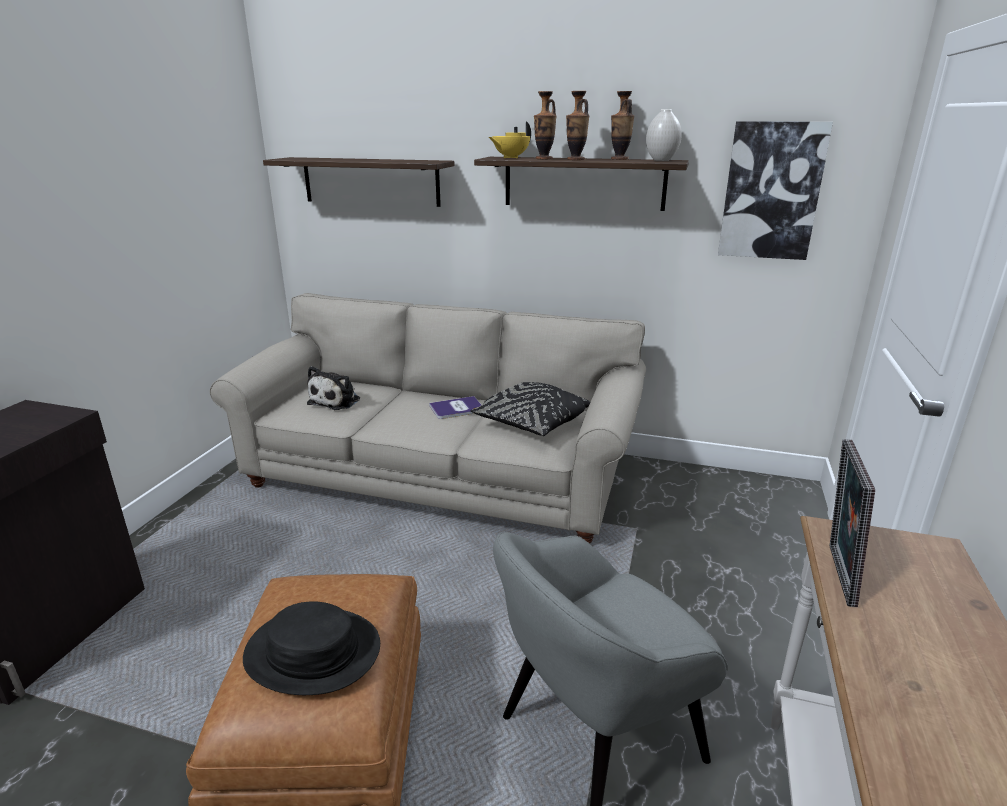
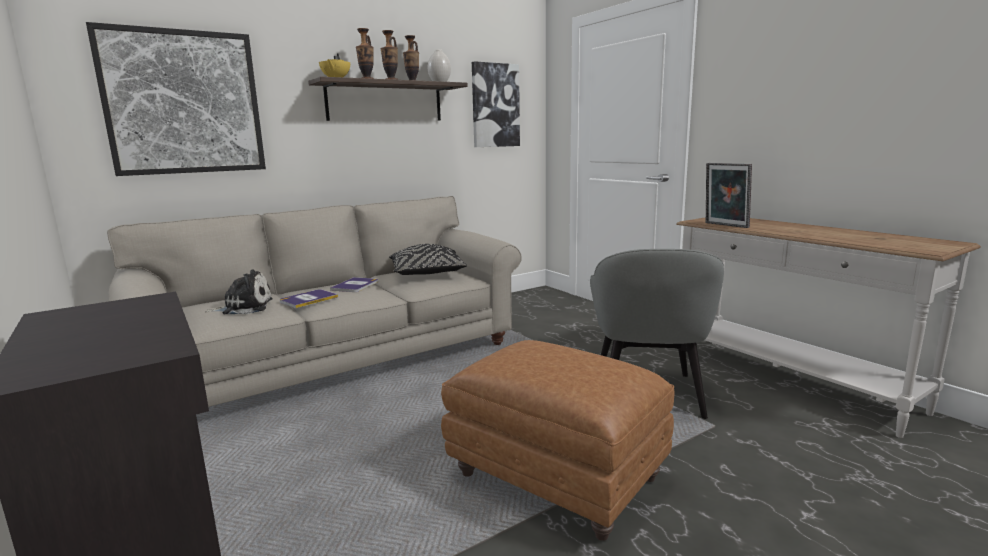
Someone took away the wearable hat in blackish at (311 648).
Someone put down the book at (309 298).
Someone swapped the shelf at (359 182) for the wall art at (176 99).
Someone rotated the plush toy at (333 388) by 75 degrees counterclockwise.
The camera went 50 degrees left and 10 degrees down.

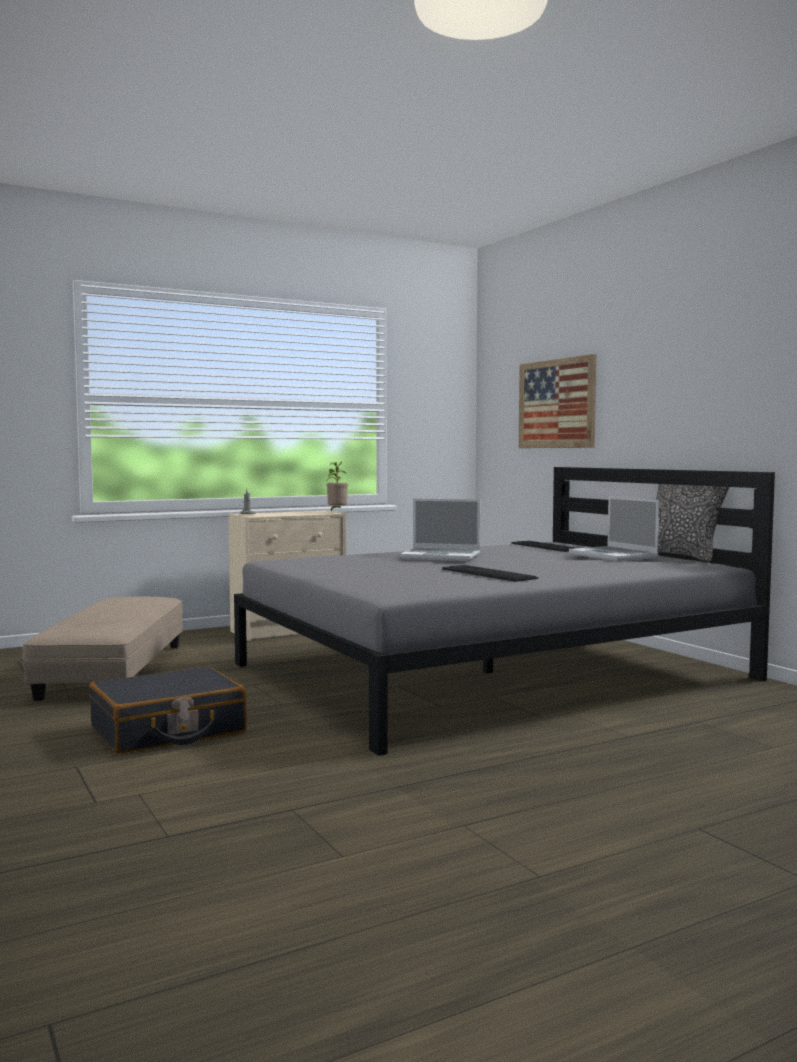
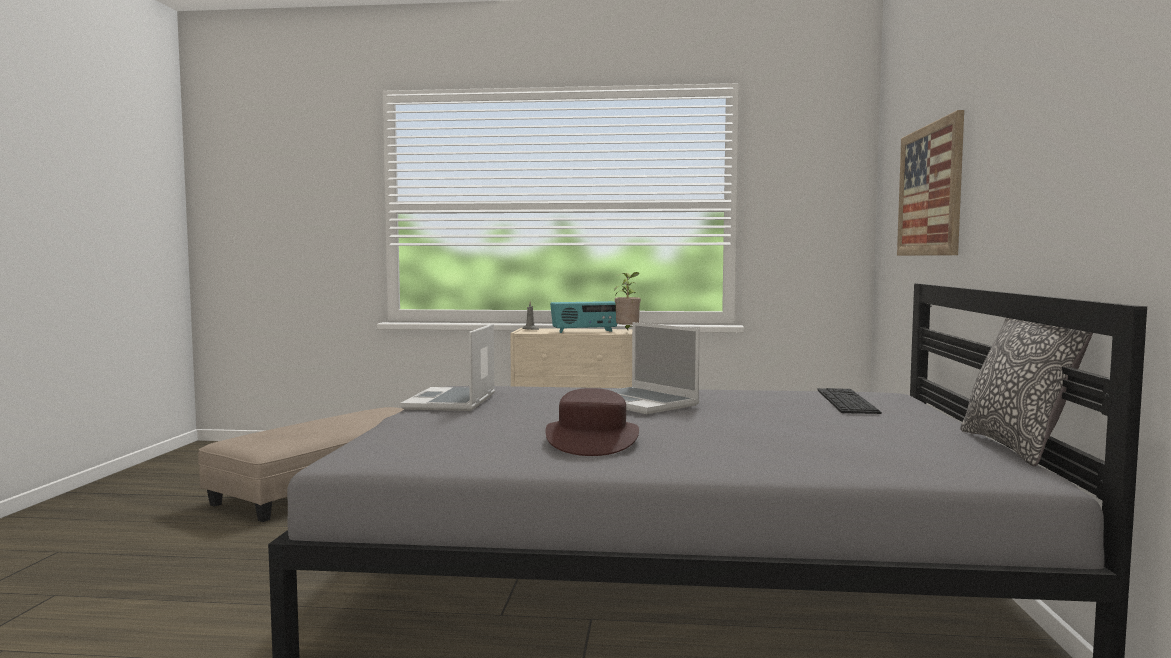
Someone took away the piece of luggage in blackish at (168 710).
Someone put down the radio set at (583 317).
Someone carried the laptop from (614 529) to (448 367).
Someone swapped the keyboard at (490 573) for the wearable hat in brown at (592 422).
The camera went 35 degrees right and 0 degrees up.

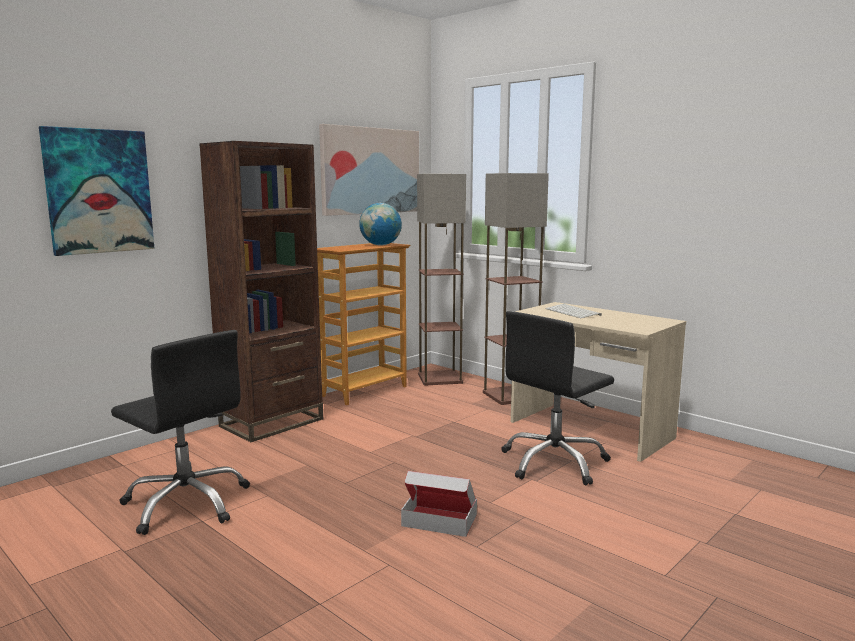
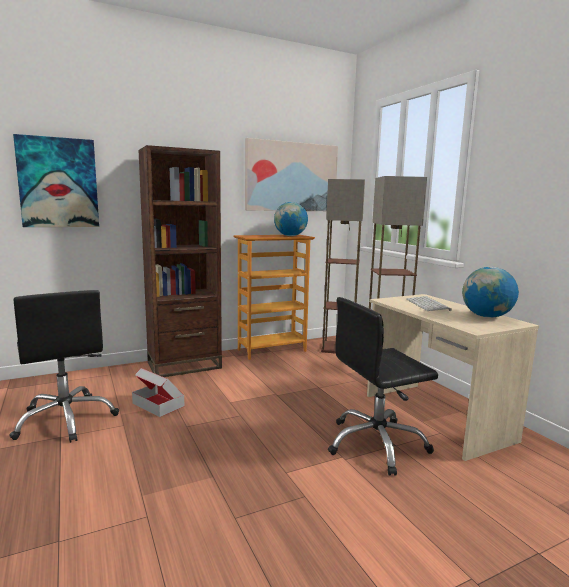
Someone put down the world globe at (490 292).
Someone carried the packing box from (439 504) to (158 392).
The camera went 20 degrees right and 0 degrees up.

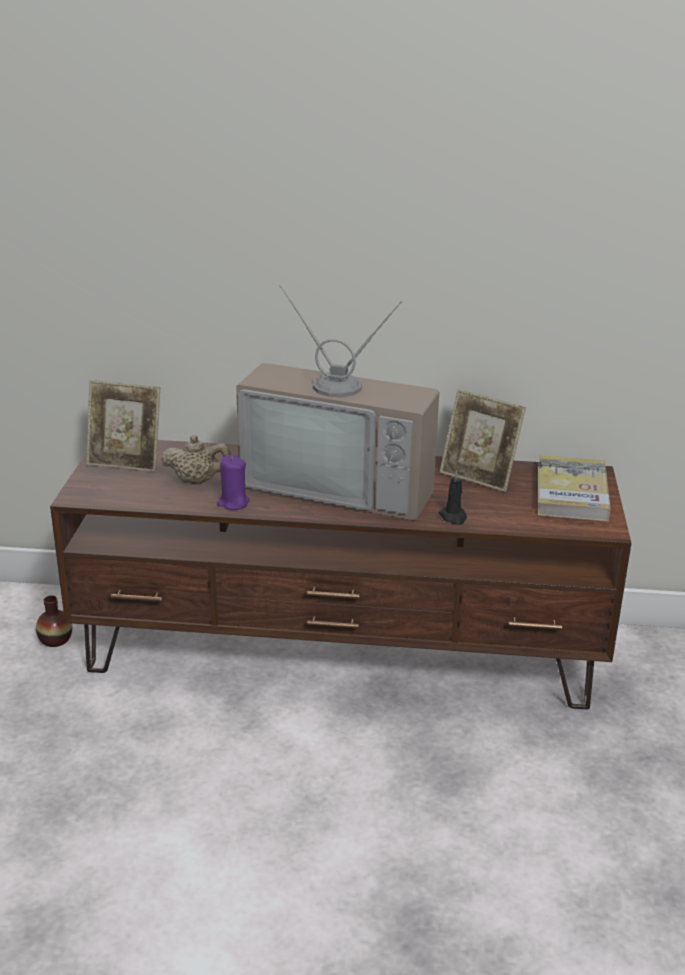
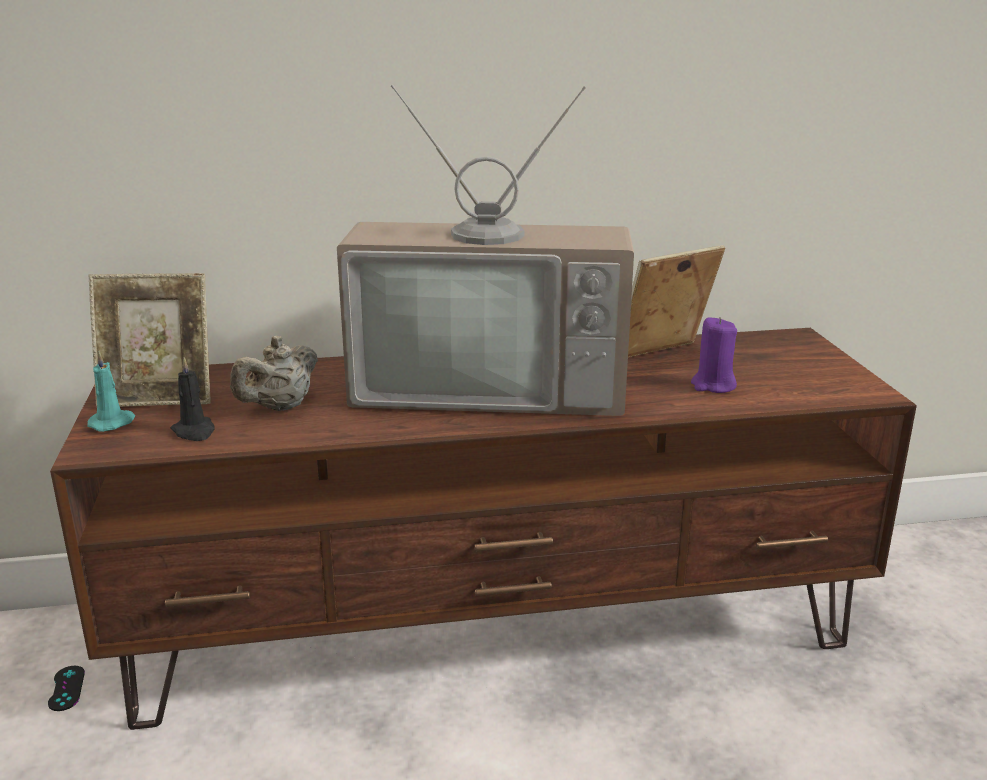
Someone took away the book at (574 488).
Someone put down the candle in turquoise at (111 391).
Someone carried the candle in purplish from (233 482) to (714 355).
Someone carried the candle in blackish from (452 497) to (192 399).
Someone swapped the decorative vase at (54 621) for the joypad in blackish at (66 688).
Someone rotated the pot for tea in sand-coloured at (196 459) by 135 degrees clockwise.
Someone rotated the standing frame at (483 440) by 135 degrees clockwise.
The camera went 15 degrees left and 5 degrees down.

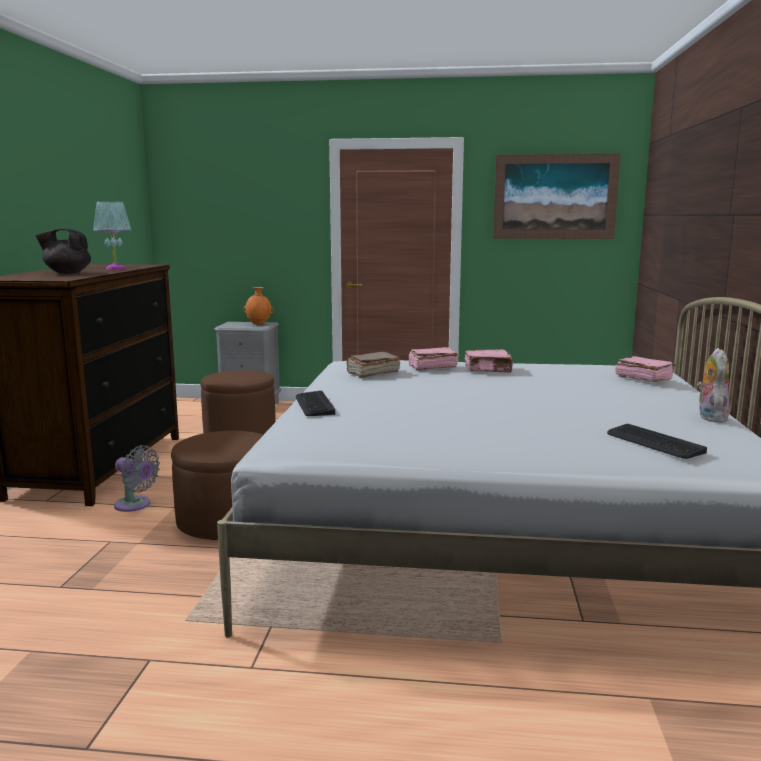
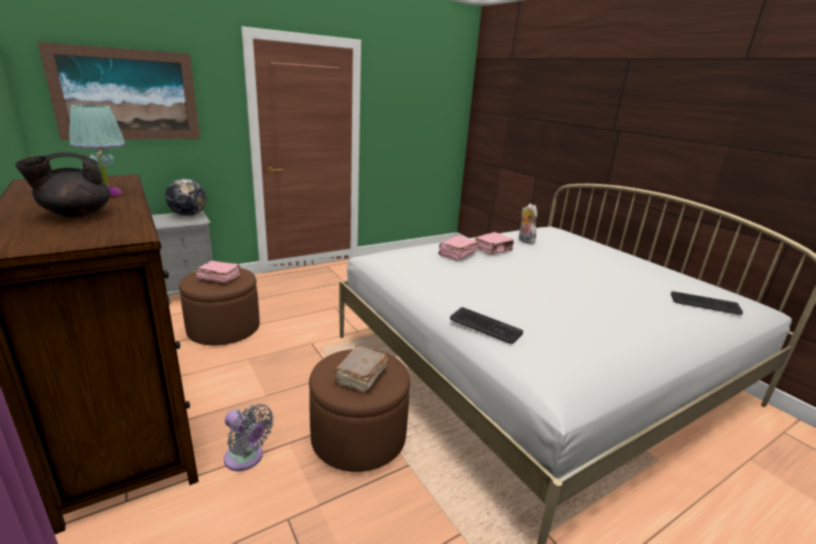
Someone carried the book in brown from (373 365) to (360 369).
Someone carried the wall art from (557 196) to (119 91).
Someone carried the book in pinkish from (645 369) to (218 272).
Someone carried the plush toy from (713 385) to (528 224).
Someone swapped the decorative vase in orangey at (258 306) for the world globe at (185 197).
Someone rotated the cooling fan in grey at (137 478) by 45 degrees clockwise.
The camera went 40 degrees left and 10 degrees up.

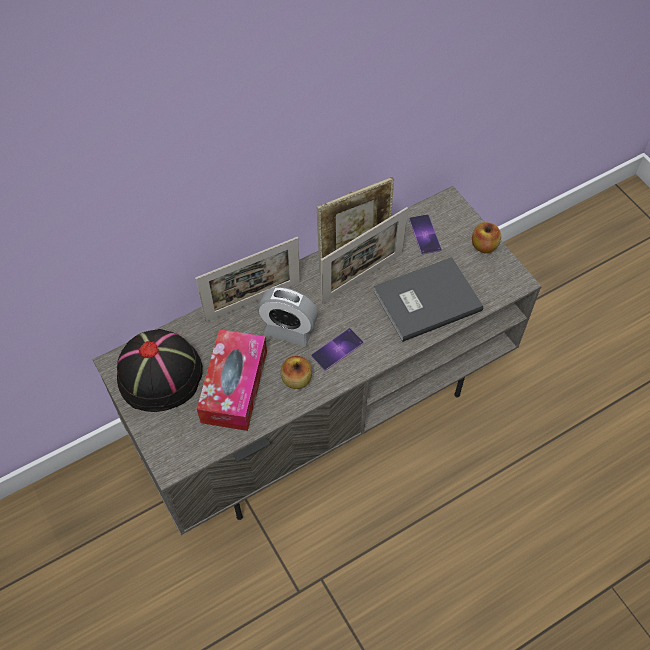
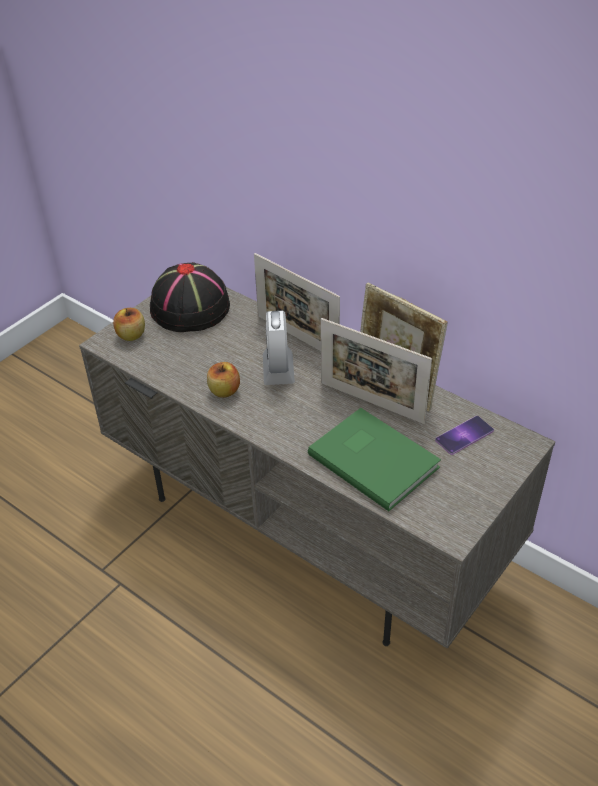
Someone took away the tissue box at (232 380).
Someone took away the telephone at (337 349).
Someone carried the apple fruit from (486 237) to (129 324).
Someone repainted the book in grey at (428 299), which became the book in green at (374 459).
The camera went 70 degrees right and 15 degrees down.

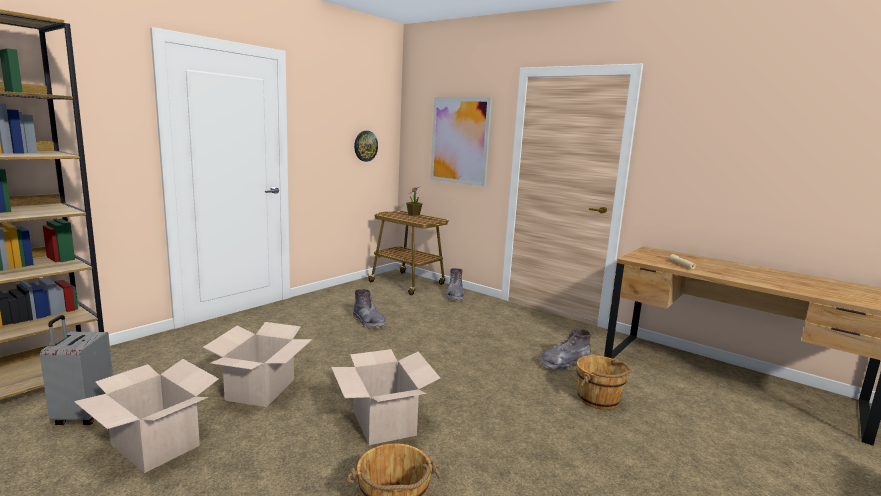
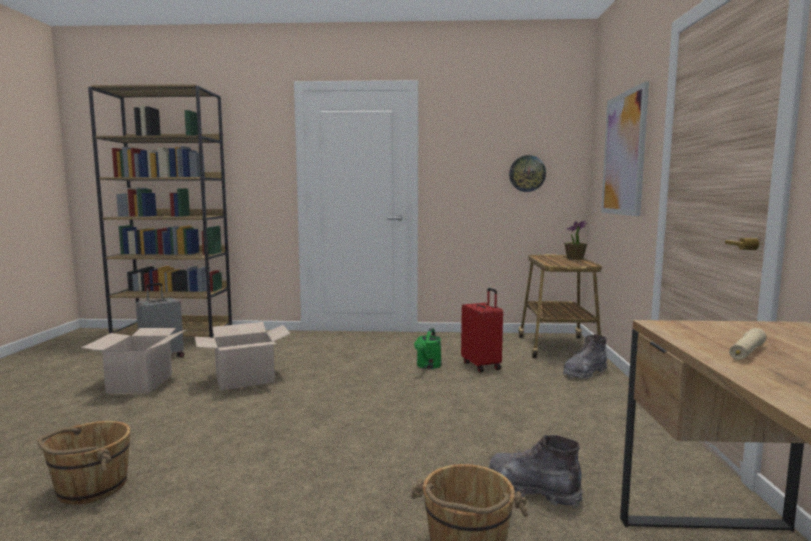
Someone took away the packing box at (385 397).
Someone put down the piece of luggage in red at (482 330).
Someone swapped the boot in grey at (369 309) for the sprinkling can in green at (428 348).
The camera went 55 degrees right and 5 degrees down.

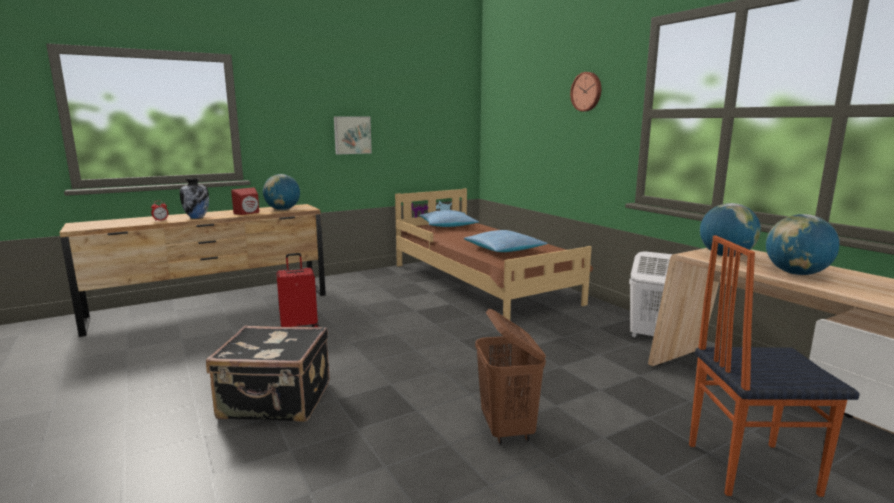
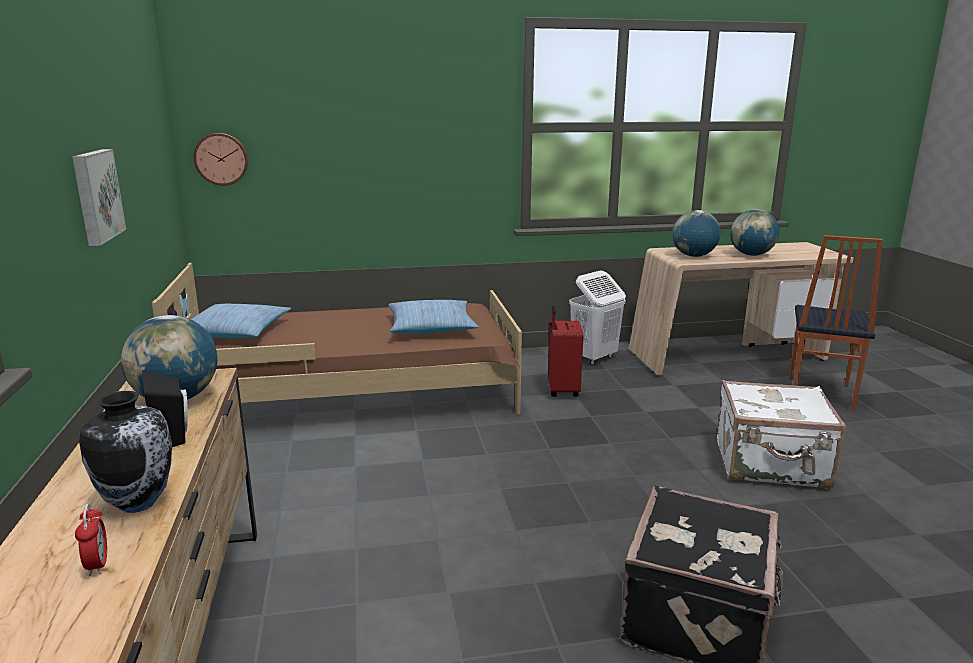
Someone carried the piece of luggage in red from (297 290) to (566 351).
Someone carried the clock on the wall from (585 92) to (221 159).
Someone swapped the hamper in brown at (510 376) for the piece of luggage in white-coloured at (781 434).
Someone repainted the audio speaker in red at (245 201), which became the audio speaker in blackish at (165 408).
The camera went 70 degrees left and 5 degrees up.

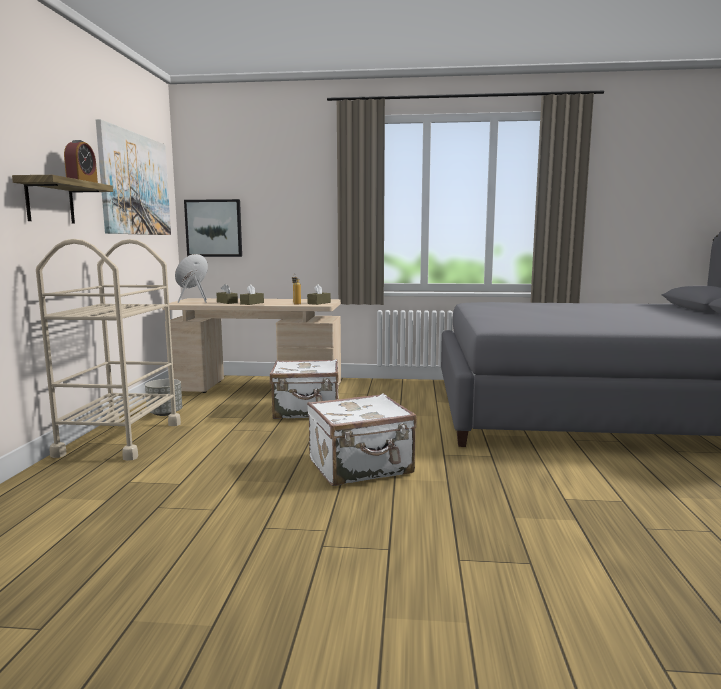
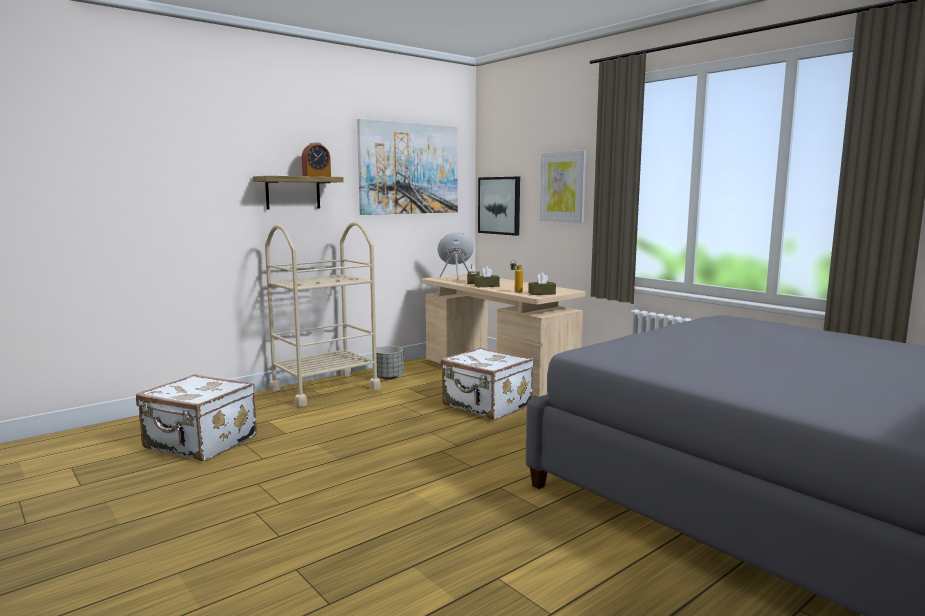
Someone put up the wall art at (563 186).
Someone carried the piece of luggage in white-coloured from (361 440) to (196 417).
The camera went 45 degrees right and 0 degrees up.

